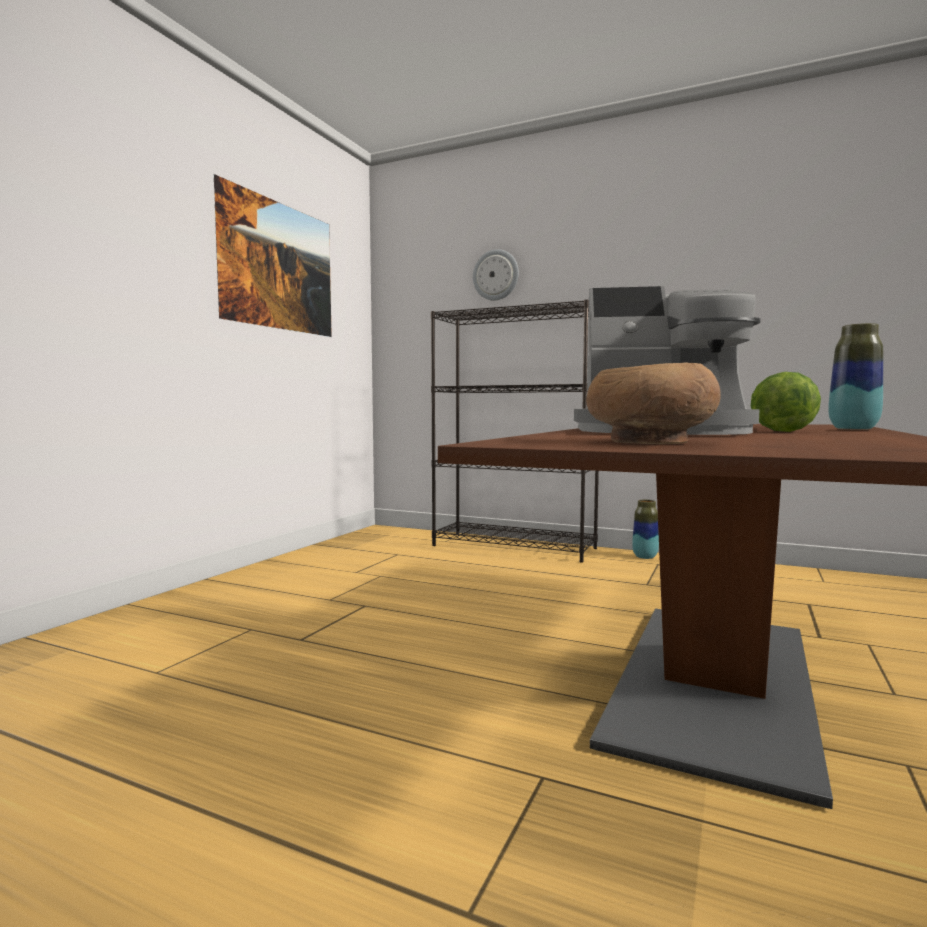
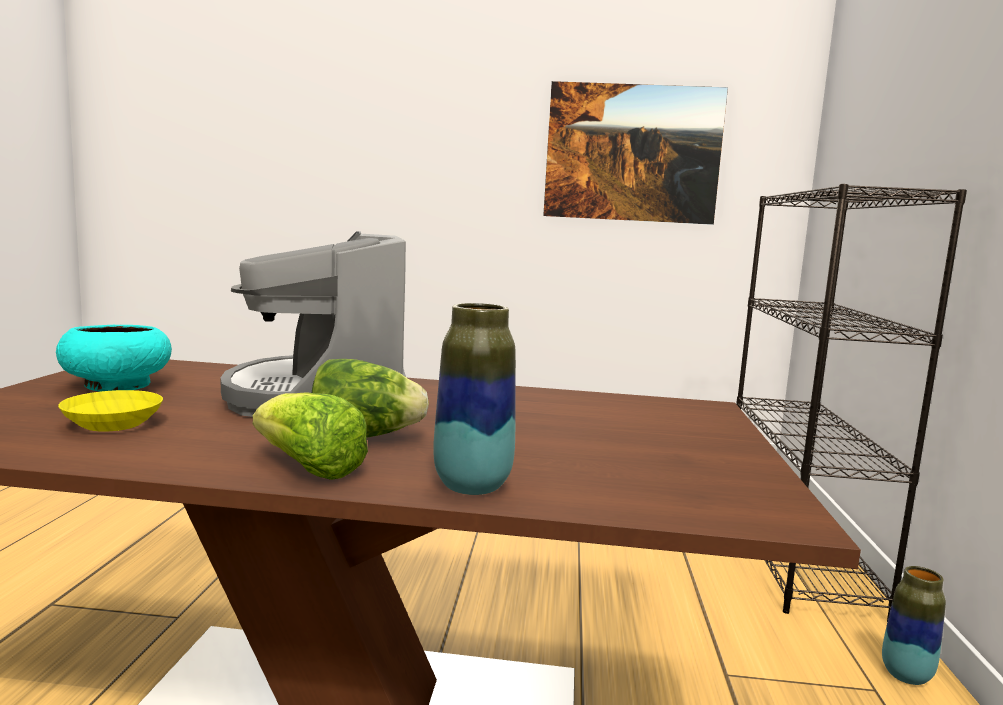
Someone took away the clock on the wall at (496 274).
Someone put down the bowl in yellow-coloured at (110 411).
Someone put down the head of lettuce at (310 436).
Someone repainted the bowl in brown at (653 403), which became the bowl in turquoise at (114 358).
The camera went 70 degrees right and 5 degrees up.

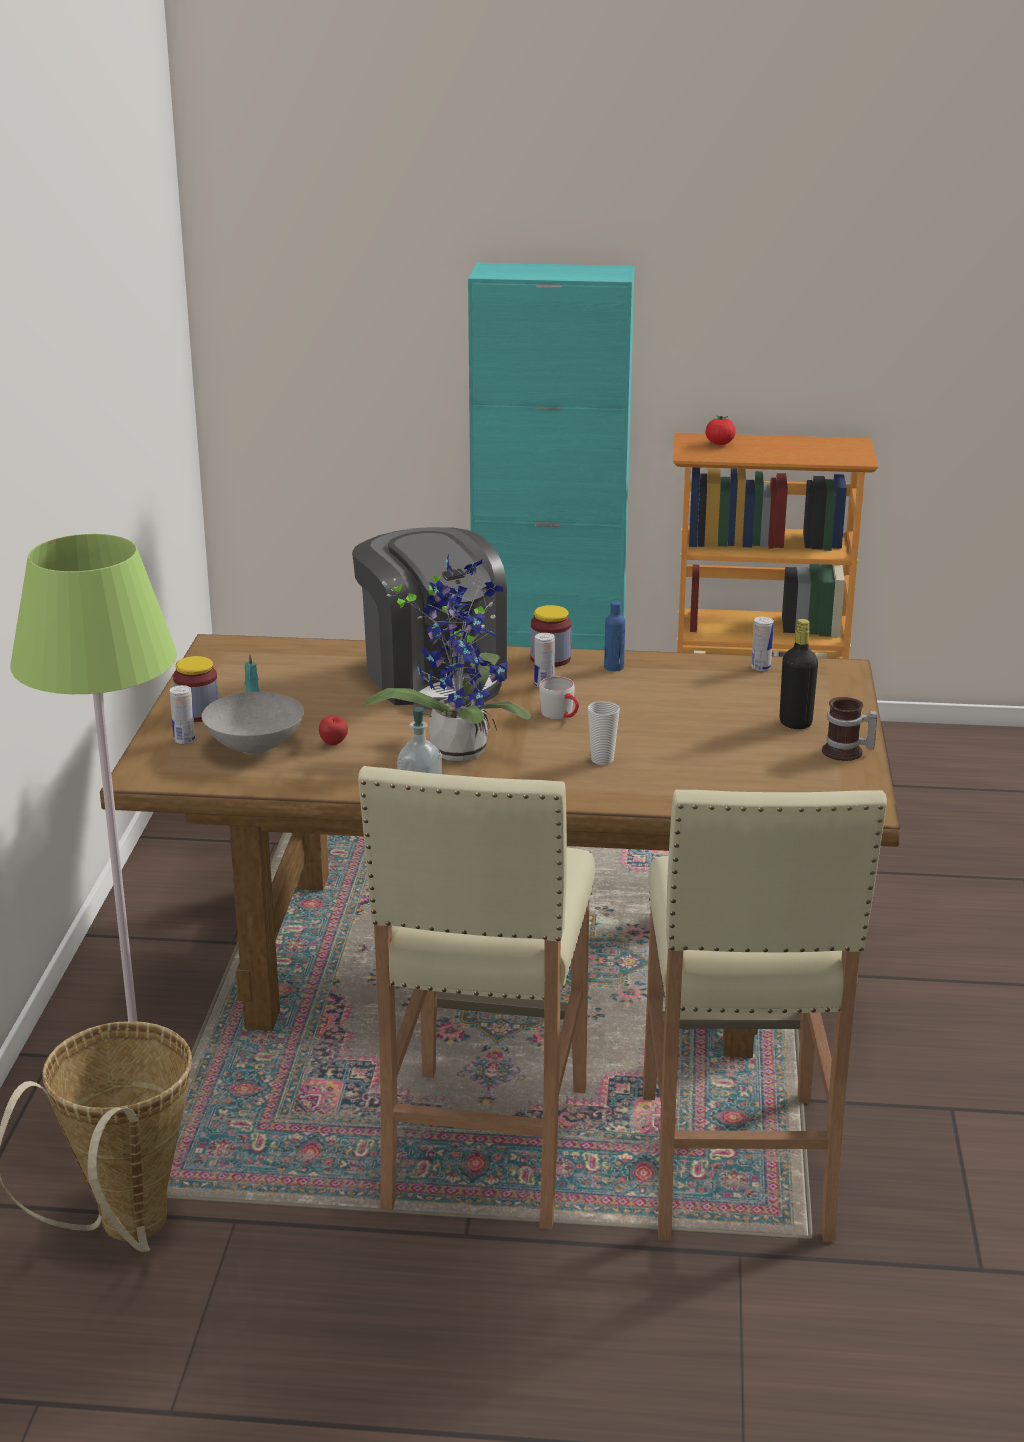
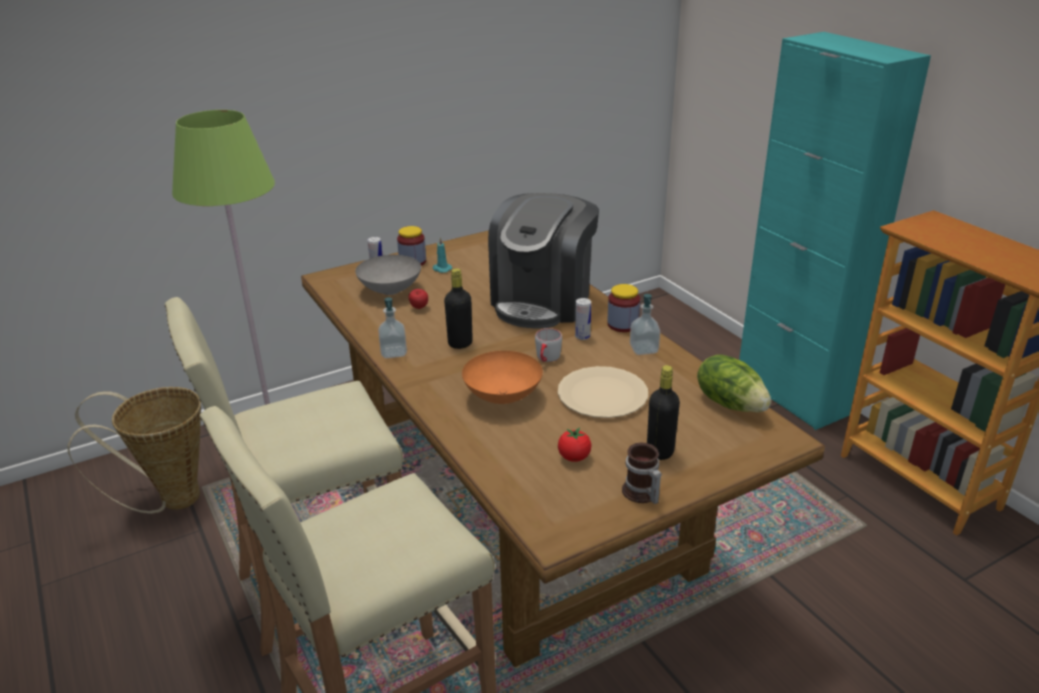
Someone put down the flat dish in sand-coloured at (603 392).
Someone carried the whole tomato from (721 430) to (574 444).
Someone swapped the potted plant at (447 658) for the beverage bottle in blackish at (458 308).
Someone swapped the cup at (604 733) for the bowl in orangey at (502 377).
Someone swapped the beverage bottle in blue at (614 636) for the soap bottle at (645 324).
Someone swapped the can at (762 644) for the head of lettuce at (734 383).
The camera went 55 degrees right and 5 degrees up.

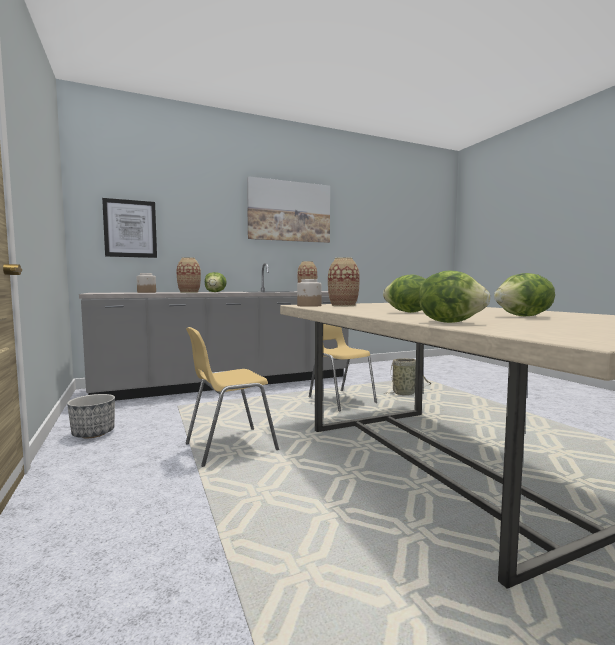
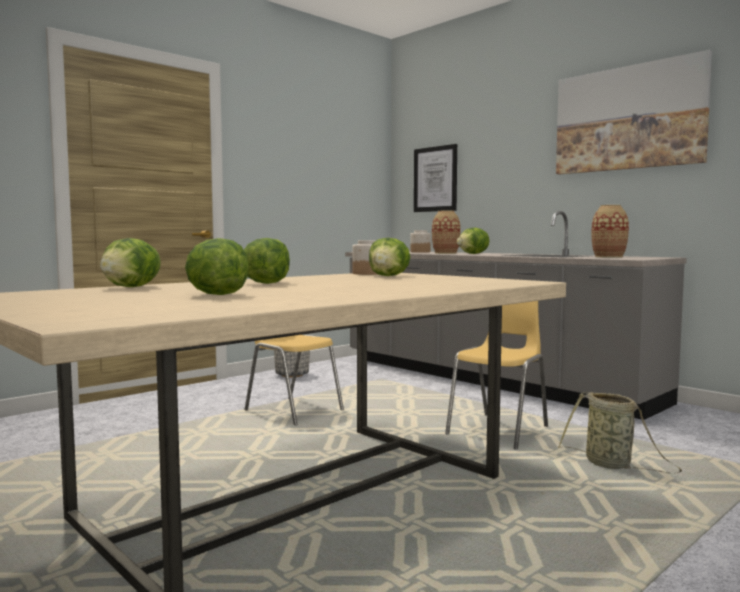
Someone swapped the decorative vase at (344 281) for the head of lettuce at (389 257).
The camera went 70 degrees right and 0 degrees up.

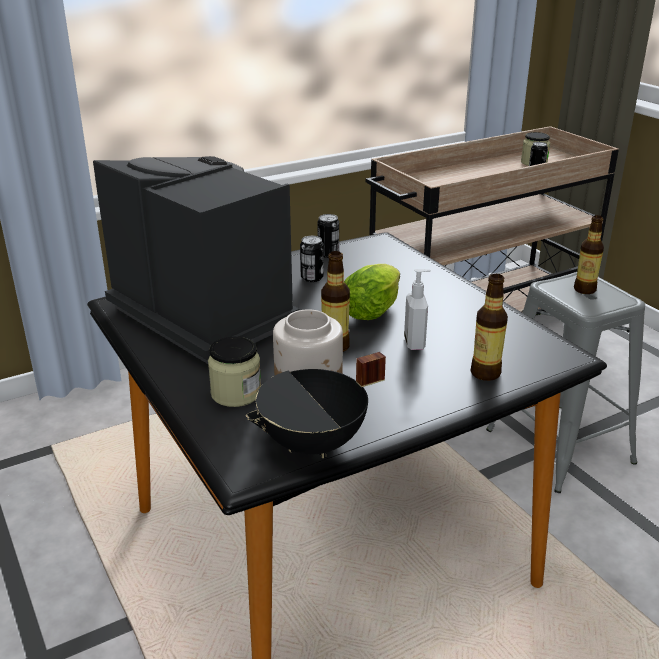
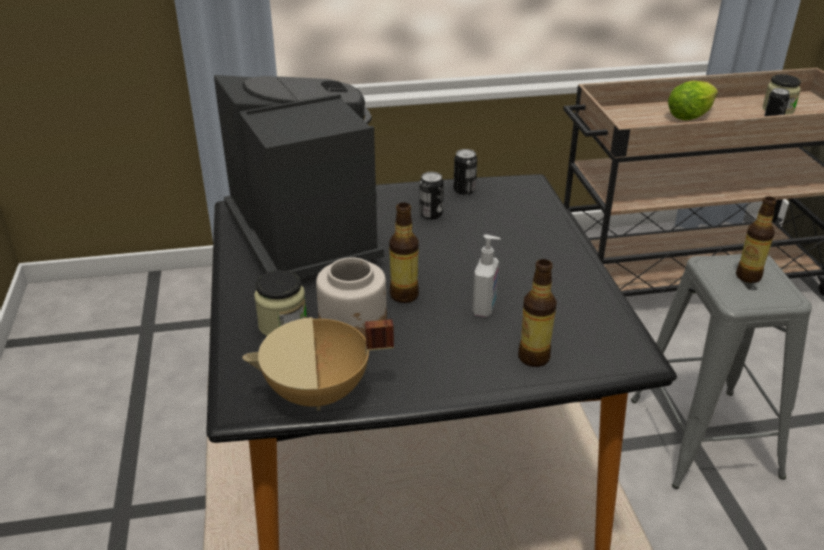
Someone carried the head of lettuce from (372 292) to (693 100).
Someone repainted the cooking pot in blackish at (315 405), which became the cooking pot in sand-coloured at (318 364).
The camera went 20 degrees right and 5 degrees up.

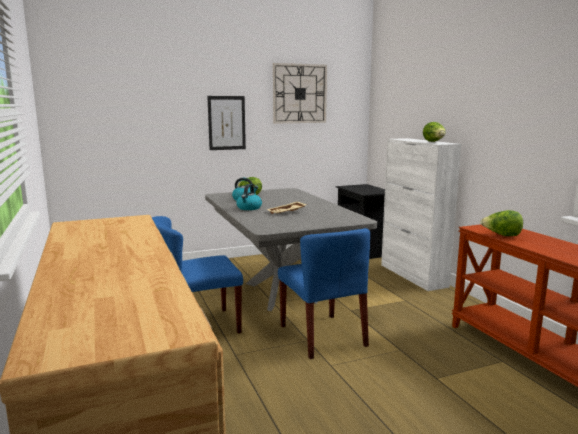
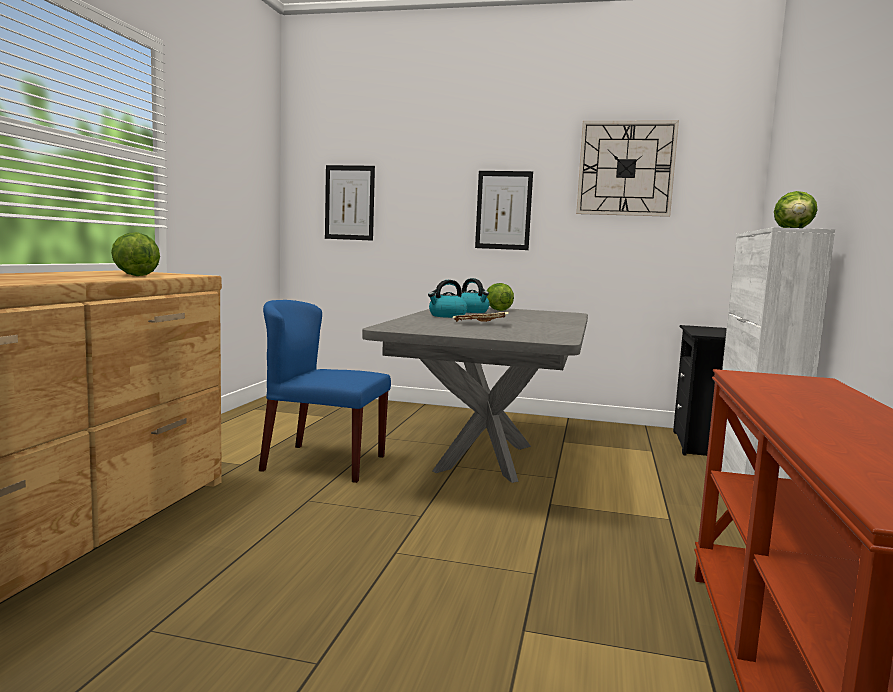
Someone took away the plain chair in blue at (324 293).
Someone put up the wall art at (350 203).
Someone carried the head of lettuce from (501 223) to (135 254).
The camera went 35 degrees right and 5 degrees down.

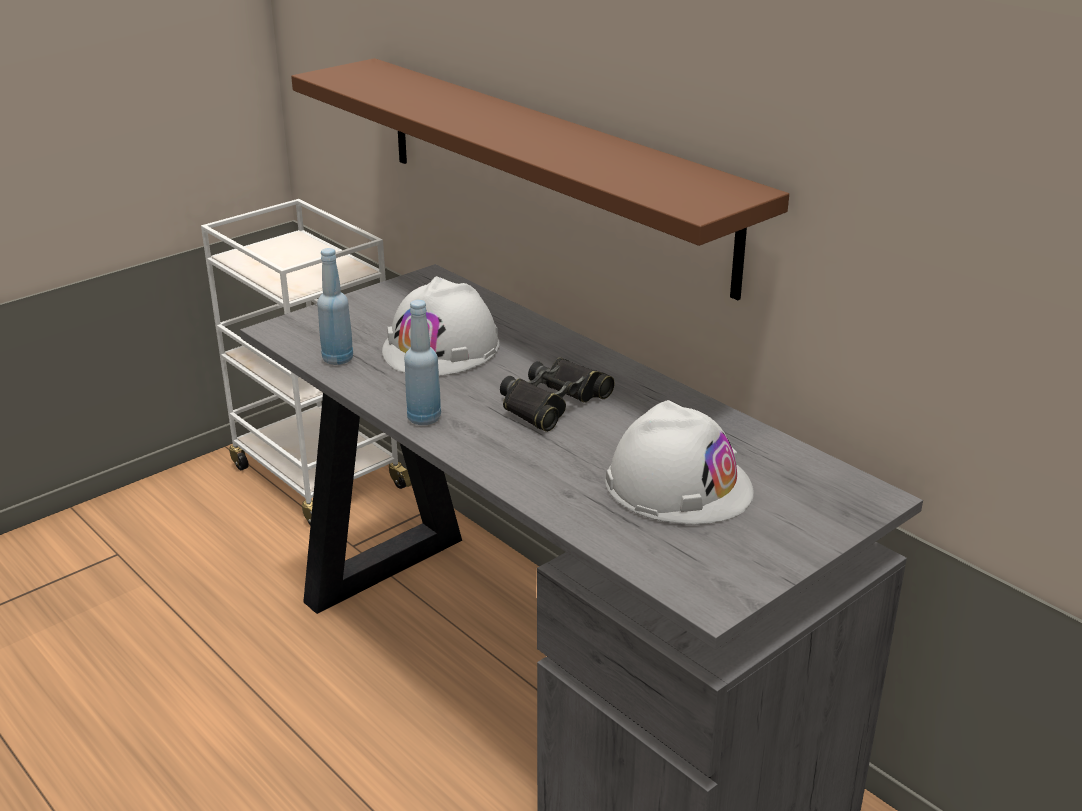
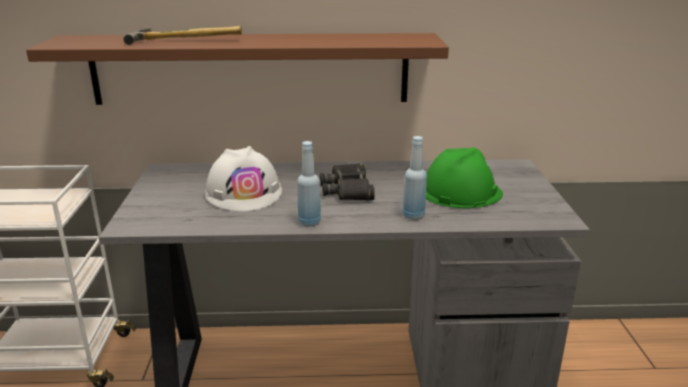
Someone put down the hand hammer at (182 35).
Someone carried the beverage bottle in blue from (335 306) to (415 178).
Someone repainted the hard hat in white-coloured at (679 462), which became the hard hat in green at (464 178).
The camera went 50 degrees left and 5 degrees down.

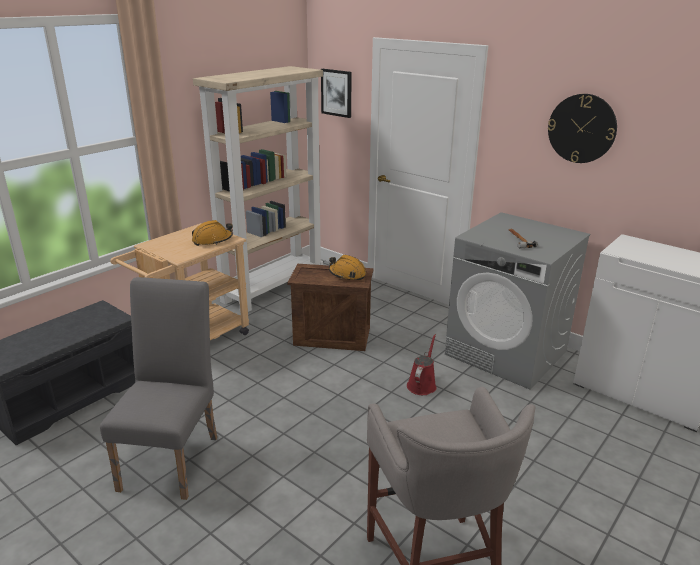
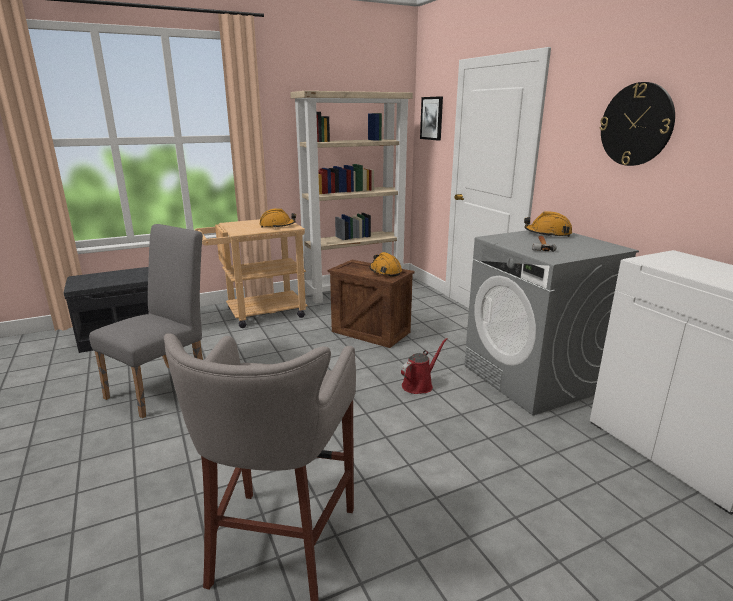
Someone put down the hard hat in orangey at (548 224).
The camera went 25 degrees right and 5 degrees down.

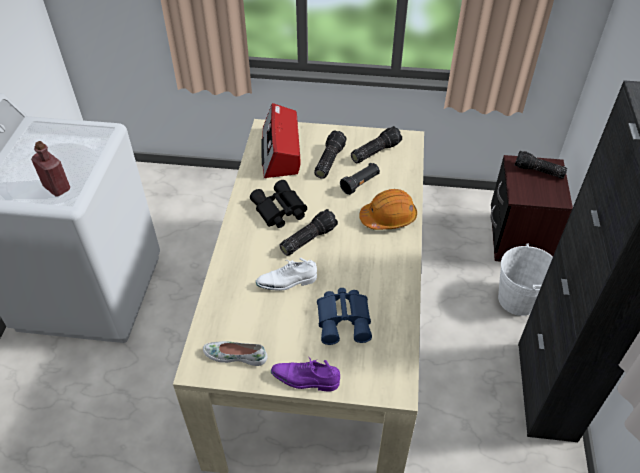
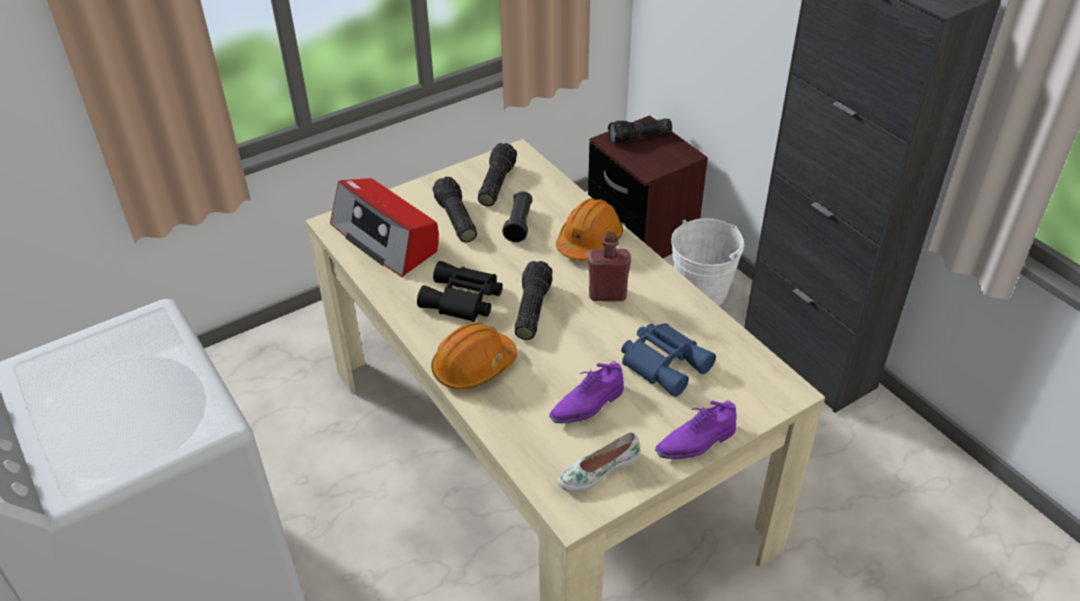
Someone took away the shoe in white-coloured at (286 274).
Someone put down the hard hat in orangey at (474 356).
Someone put down the shoe in purplish at (586 392).
Someone carried the beverage bottle in red from (50 169) to (609 266).
The camera went 40 degrees left and 5 degrees down.

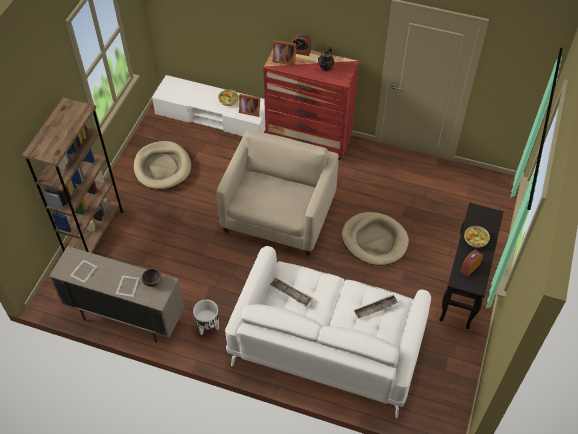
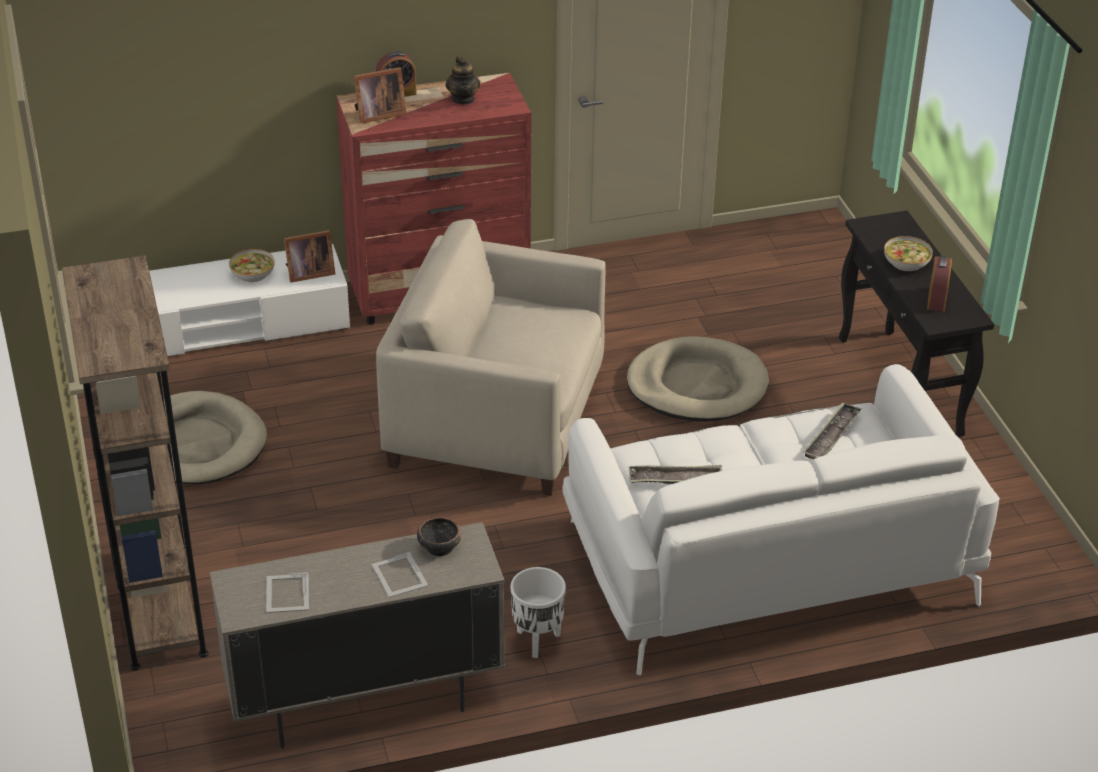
Someone rotated the easy chair in sand-coloured at (278 193) by 60 degrees counterclockwise.
The camera went 35 degrees left and 15 degrees down.

